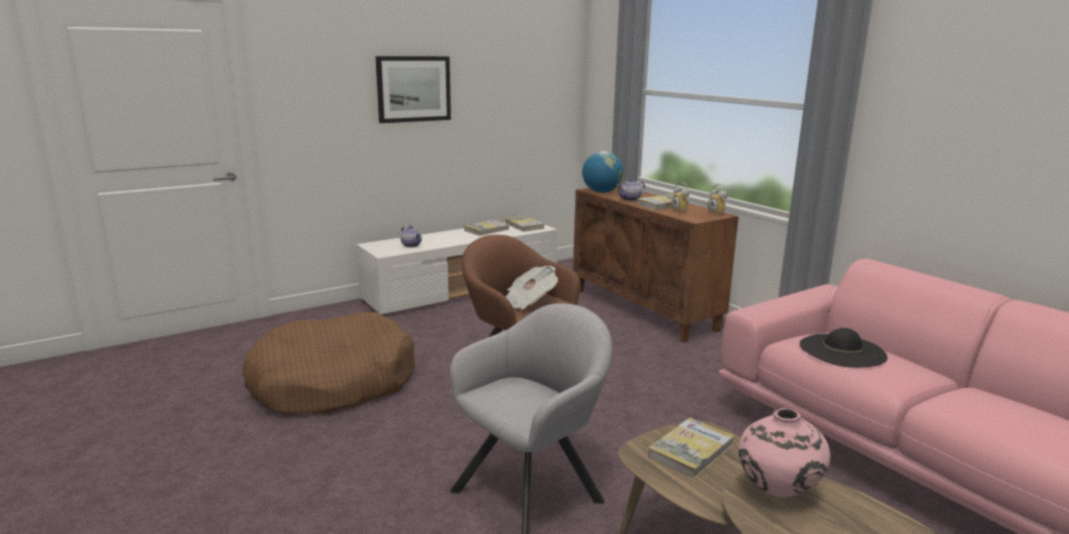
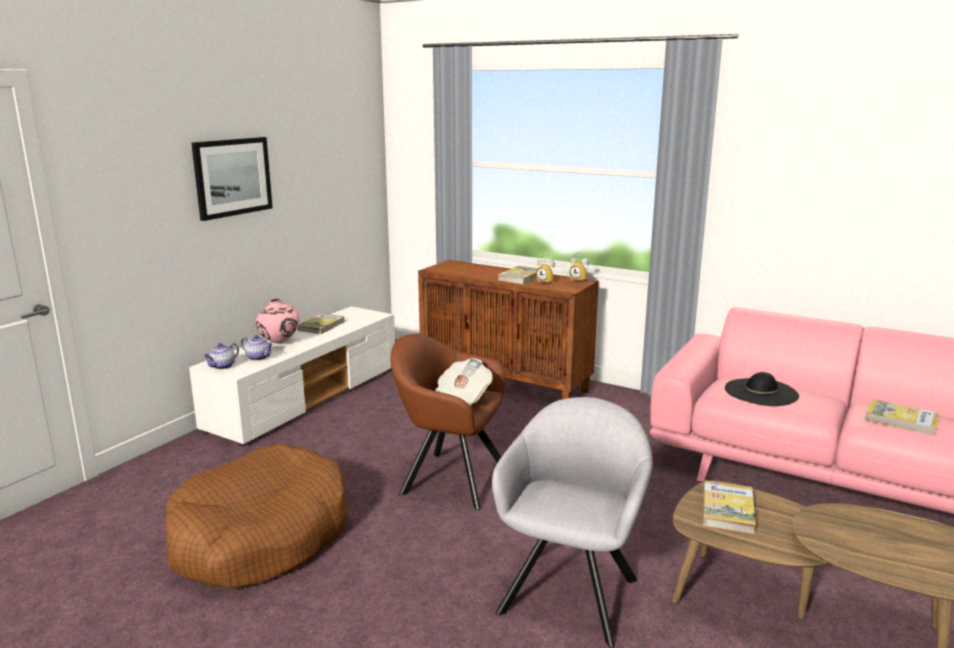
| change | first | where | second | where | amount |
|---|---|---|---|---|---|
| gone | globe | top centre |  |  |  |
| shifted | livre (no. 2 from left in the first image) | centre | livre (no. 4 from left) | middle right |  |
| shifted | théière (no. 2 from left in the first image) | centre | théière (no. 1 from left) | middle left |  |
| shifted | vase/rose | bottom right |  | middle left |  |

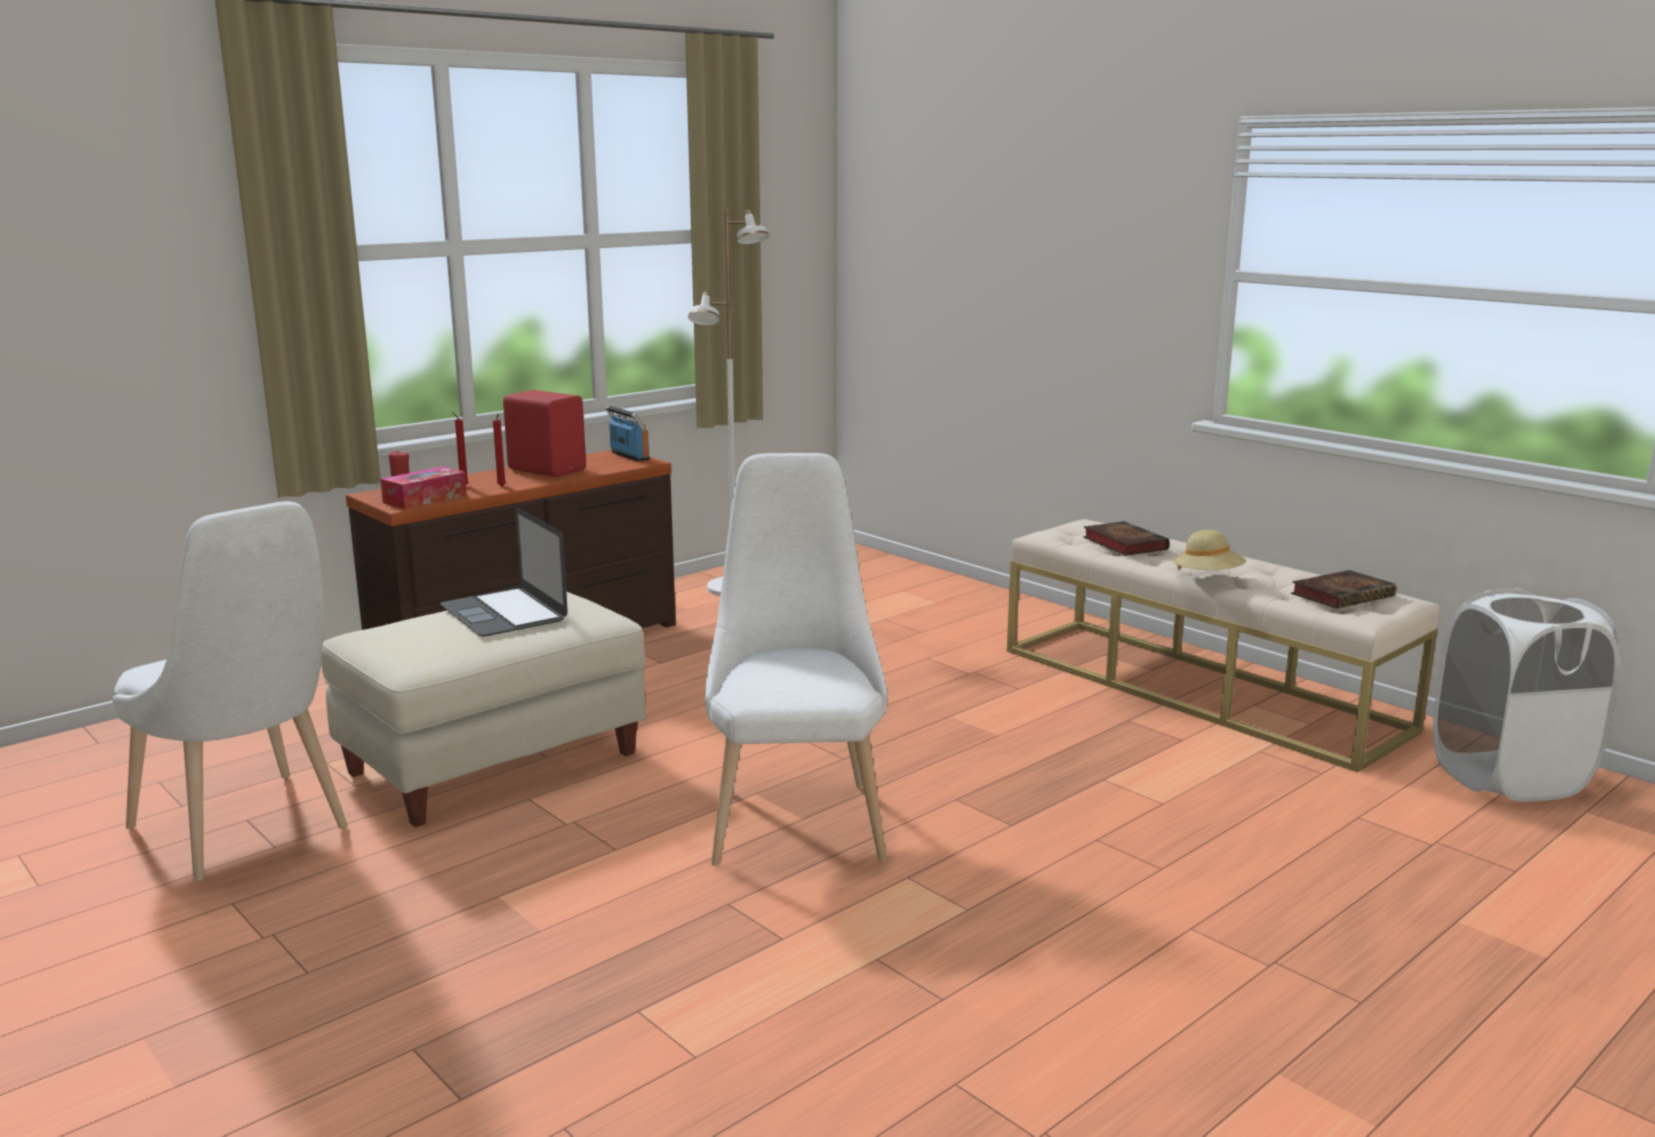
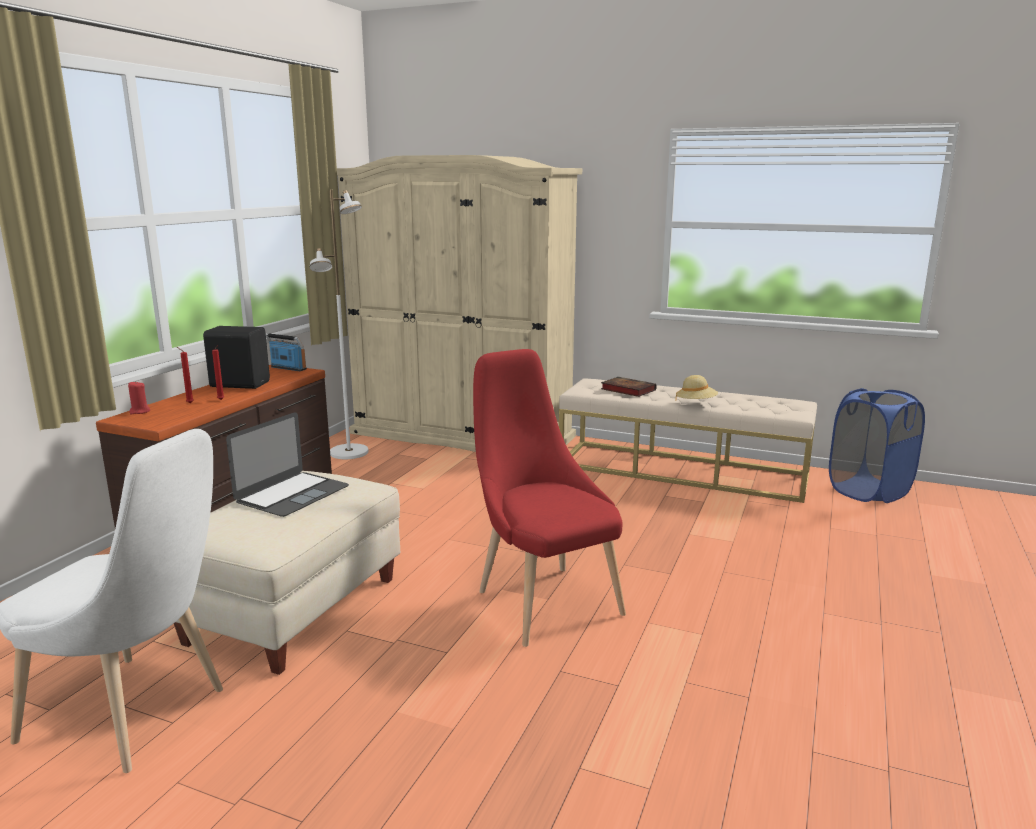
| change | first | where | second | where | amount |
|---|---|---|---|---|---|
| gone | boîte à mouchoirs | middle left |  |  |  |
| gone | livre (no. 2 from left) | middle right |  |  |  |
| new |  |  | armoire/beige | centre |  |
| repainted | enceinte/rouge | middle left | enceinte/noir | middle left |  |
| repainted | chaise/blanc (no. 2 from left) | centre | chaise/rouge | centre |  |
| repainted | panier à linge/blanc | middle right | panier à linge/bleu | middle right |  |
| rotated | ordinateur portable | middle left |  | middle left | 90 degrees counterclockwise |

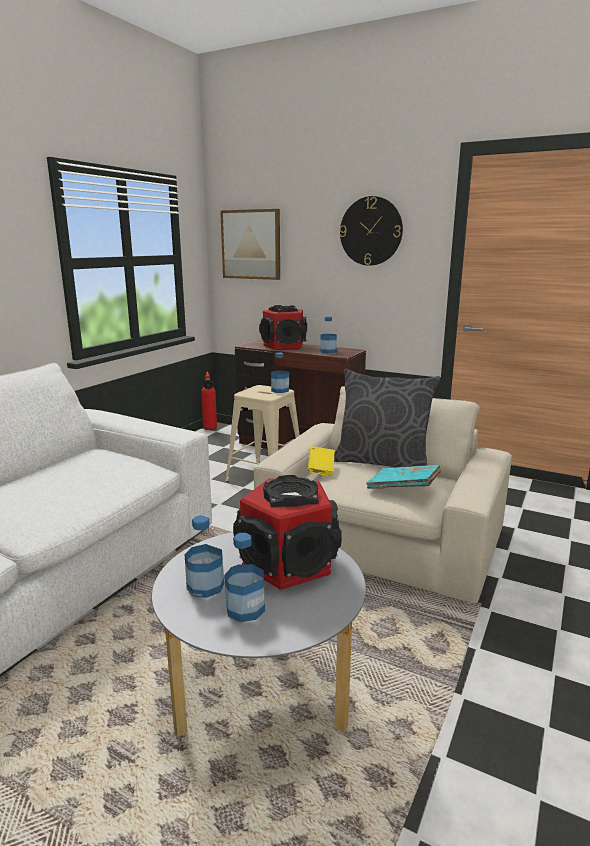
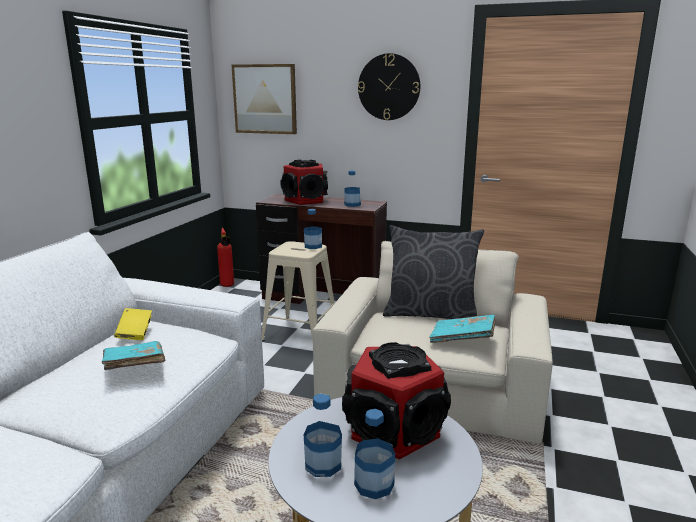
| change | first | where | second | where | amount |
|---|---|---|---|---|---|
| new |  |  | livre/turquoise (no. 1 from left) | bottom left |  |
| shifted | livre/jaune | centre |  | middle left |  |

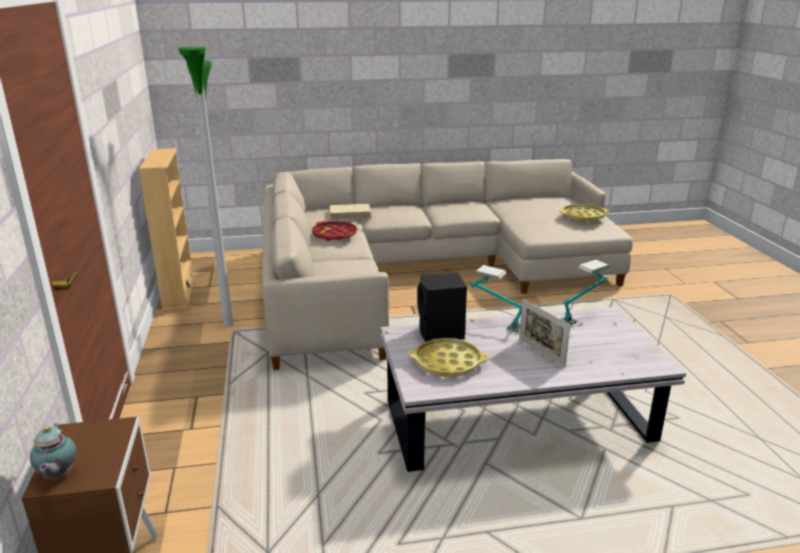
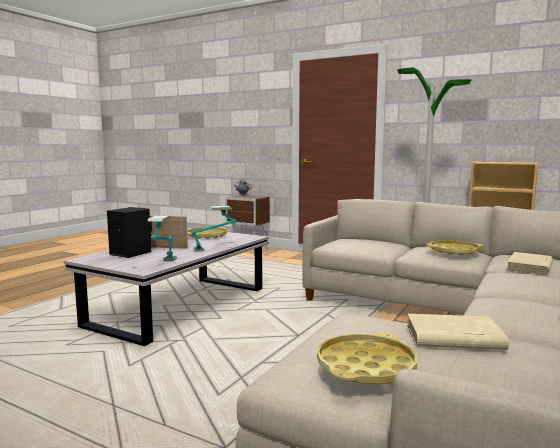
| change | first | where | second | where | amount |
|---|---|---|---|---|---|
| new |  |  | livre/beige (no. 1 from left) | bottom right |  |
| shifted | enceinte/noir | centre |  | middle left |  |
| repainted | plateau/rouge | centre | plateau/jaune (no. 3 from left) | middle right |  |

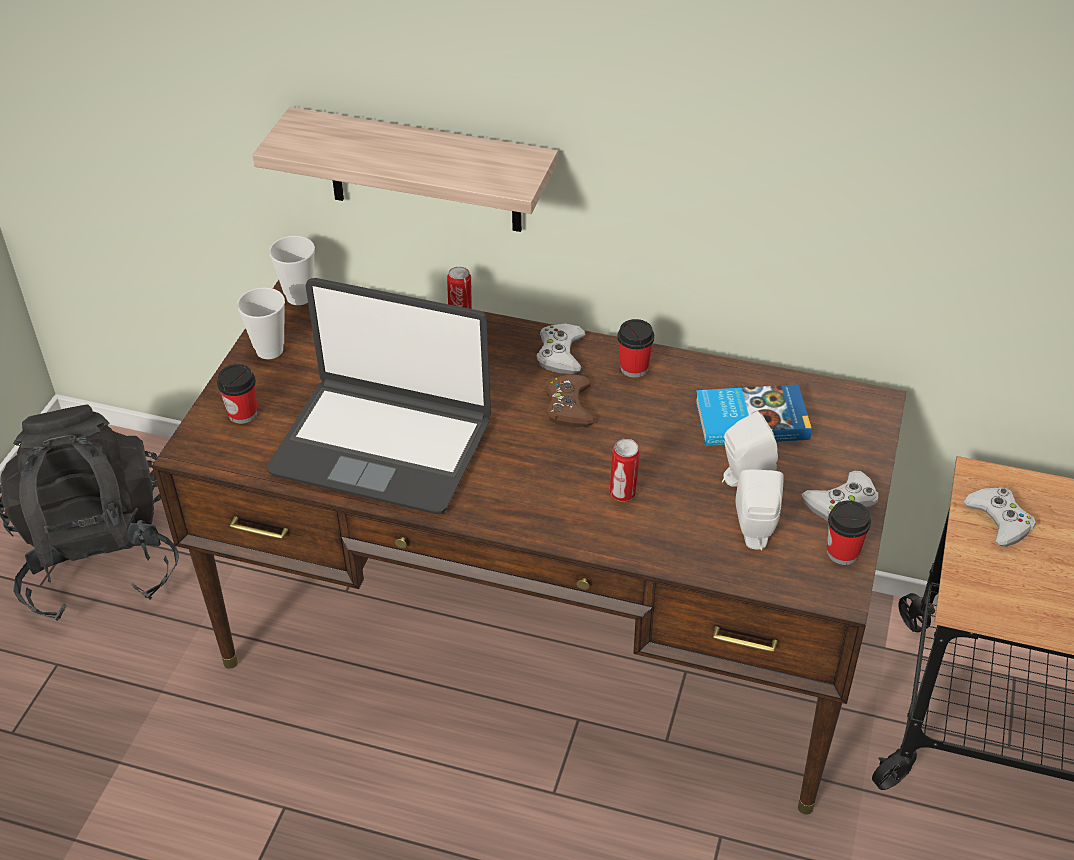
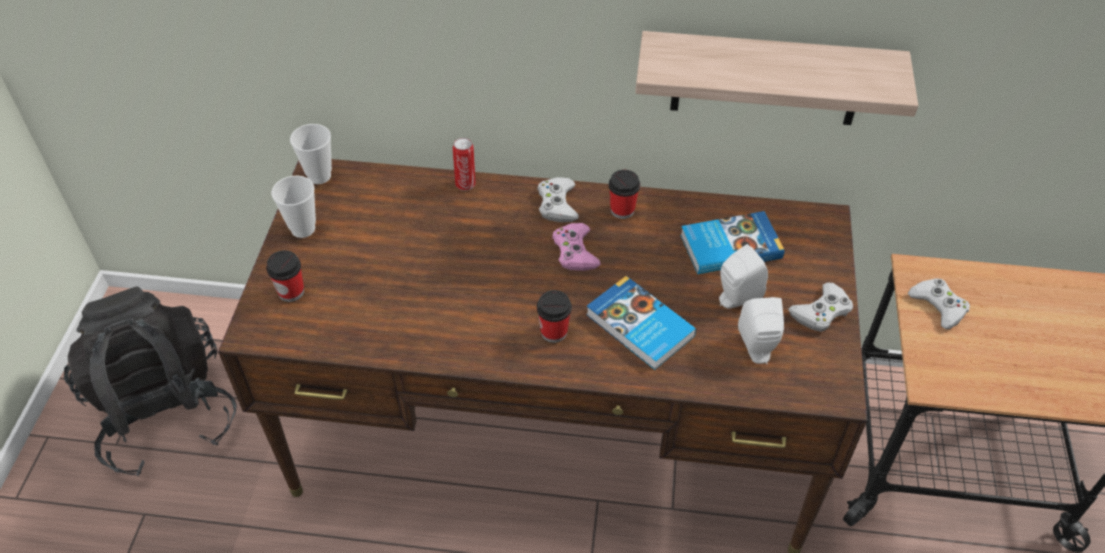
| change | first | where | second | where | amount |
|---|---|---|---|---|---|
| gone | ordinateur portable | centre |  |  |  |
| shifted | étagère | top centre |  | top right |  |
| shifted | tasse (no. 5 from left in the first image) | middle right | tasse (no. 4 from left) | centre |  |
| swapped | boîte métallique (no. 2 from left) | centre | livre (no. 1 from left) | centre |  |
| repainted | manette/marron | centre | manette/rose | centre |  |

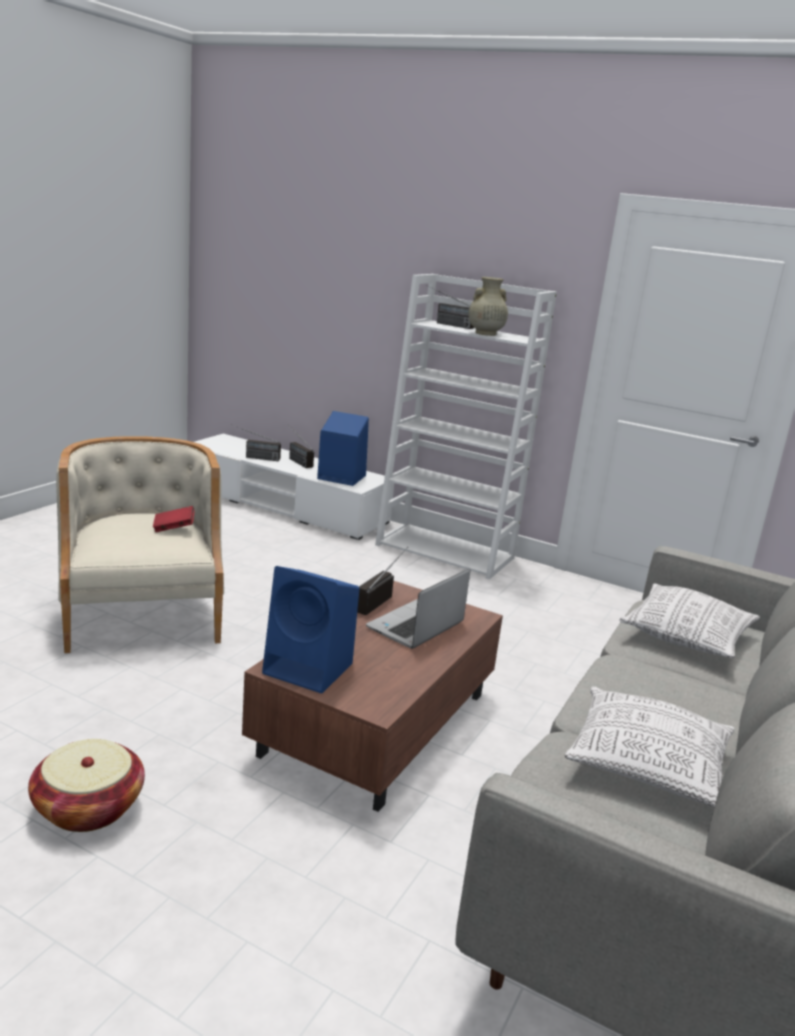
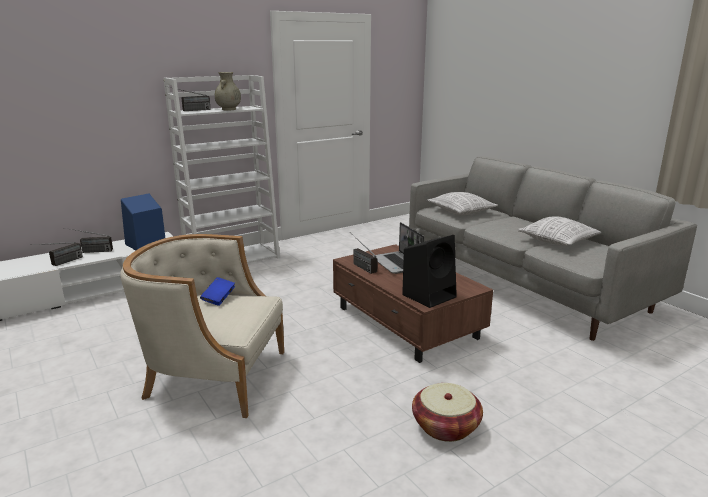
| change | first | where | second | where | amount |
|---|---|---|---|---|---|
| repainted | livre/rouge | middle left | livre/bleu | middle left |  |
| repainted | enceinte/bleu (no. 1 from left) | centre | enceinte/noir | centre |  |

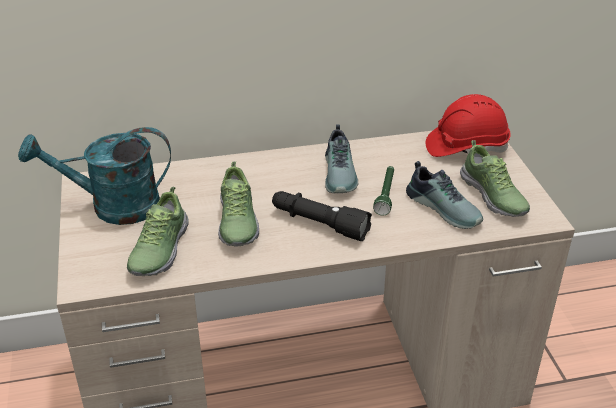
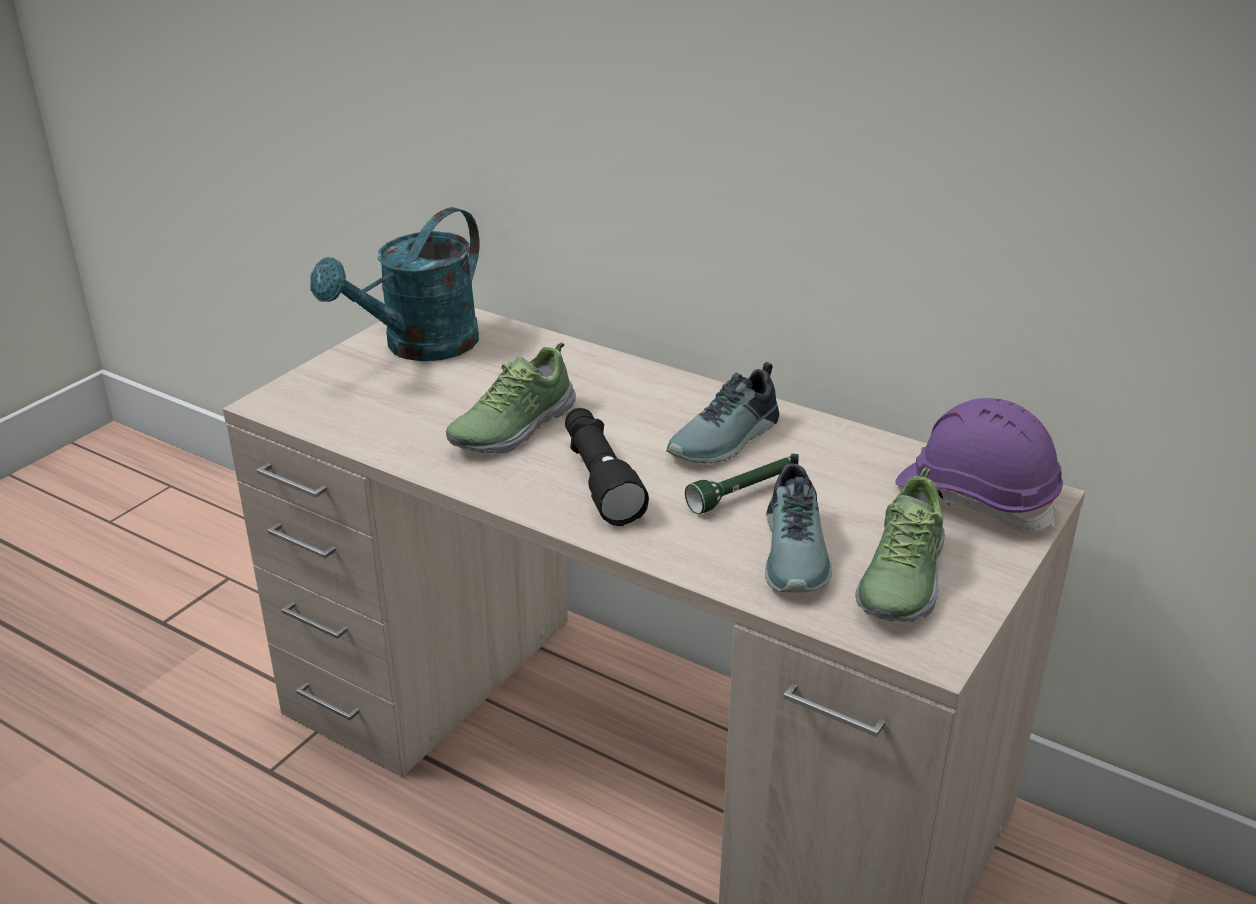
| change | first | where | second | where | amount |
|---|---|---|---|---|---|
| gone | chaussure (no. 1 from left) | middle left |  |  |  |
| repainted | casque de chantier/rouge | top right | casque de chantier/violet | middle right |  |
| rotated | arrosoir/turquoise | middle left |  | top left | 90 degrees counterclockwise |

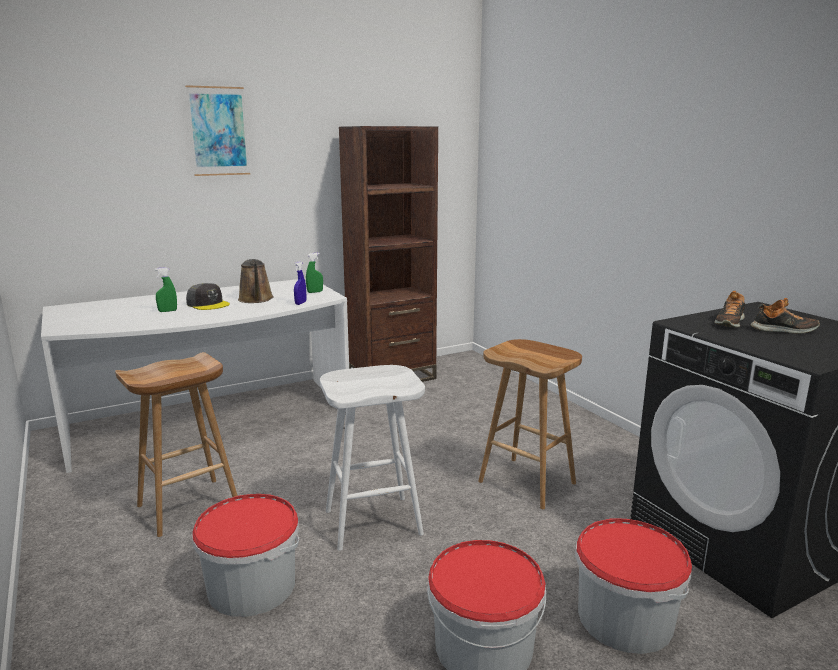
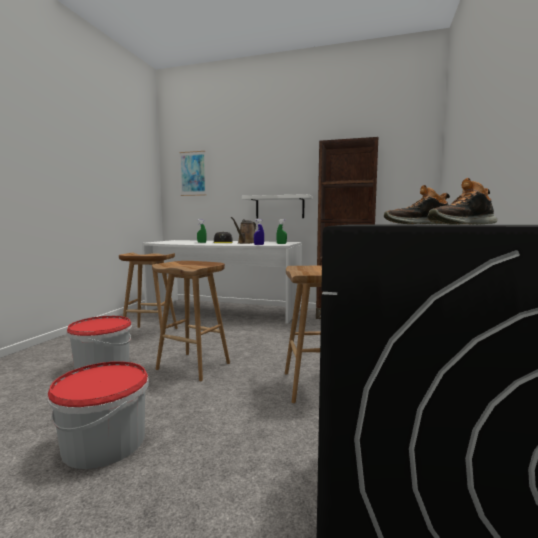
| change | first | where | second | where | amount |
|---|---|---|---|---|---|
| gone | seau (no. 3 from left) | bottom right |  |  |  |
| new |  |  | étagère/blanc | centre |  |
| shifted | tableau | top left |  | top centre |  |
| repainted | tabouret/blanc | bottom centre | tabouret/marron (no. 2 from left) | centre |  |
| rotated | chaussure (no. 2 from left) | middle right |  | middle right | 105 degrees clockwise |

